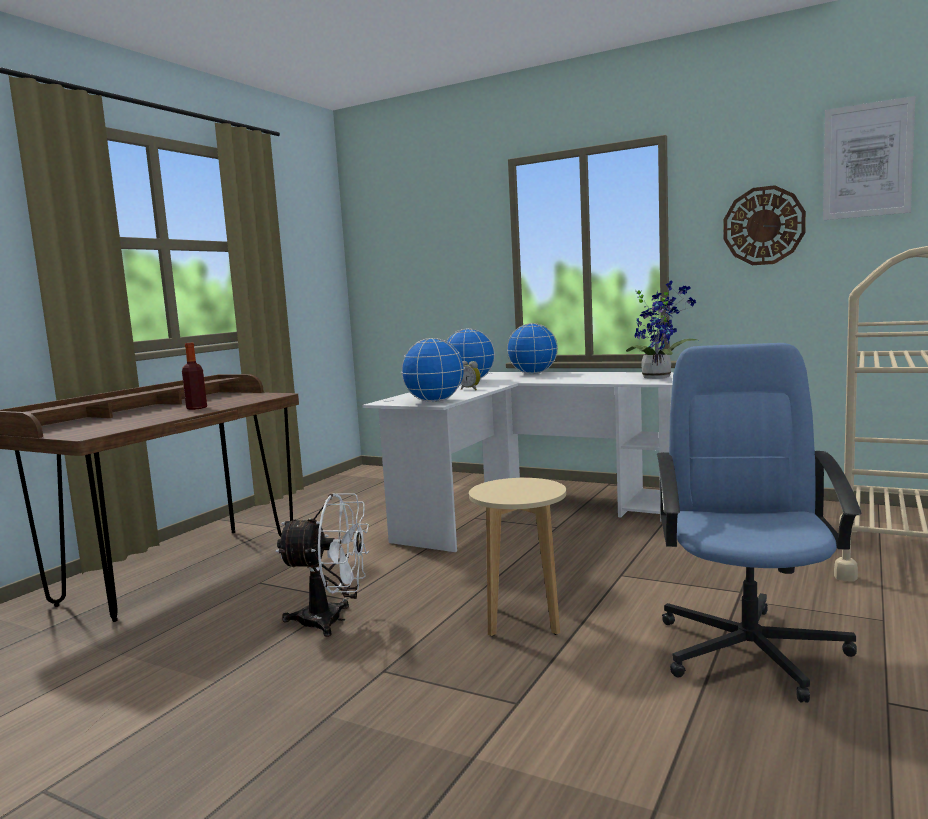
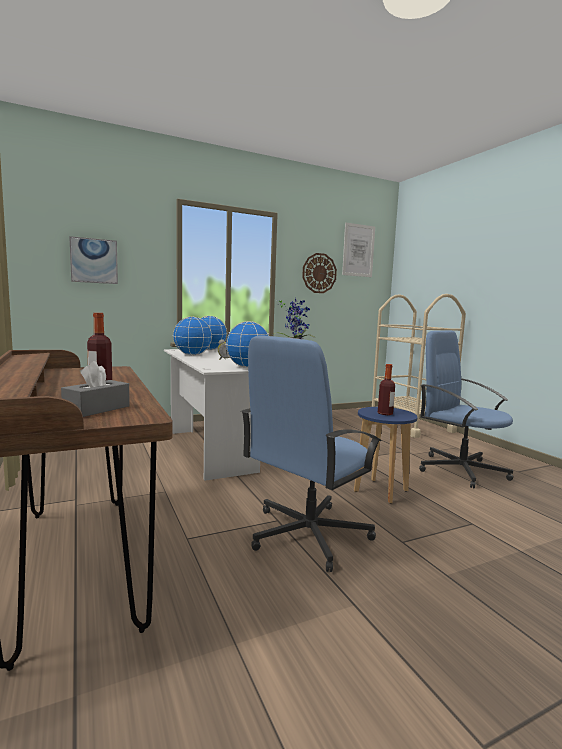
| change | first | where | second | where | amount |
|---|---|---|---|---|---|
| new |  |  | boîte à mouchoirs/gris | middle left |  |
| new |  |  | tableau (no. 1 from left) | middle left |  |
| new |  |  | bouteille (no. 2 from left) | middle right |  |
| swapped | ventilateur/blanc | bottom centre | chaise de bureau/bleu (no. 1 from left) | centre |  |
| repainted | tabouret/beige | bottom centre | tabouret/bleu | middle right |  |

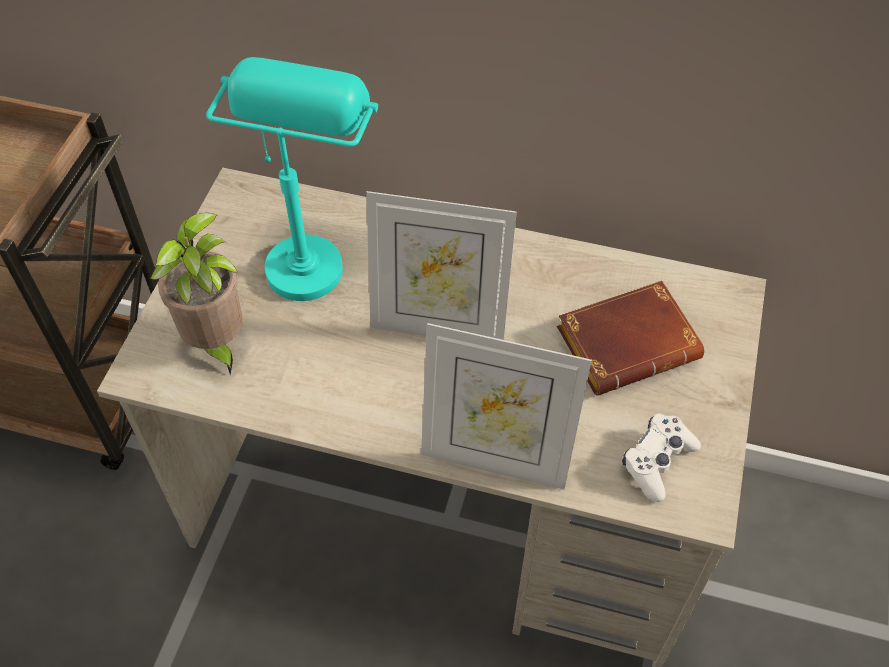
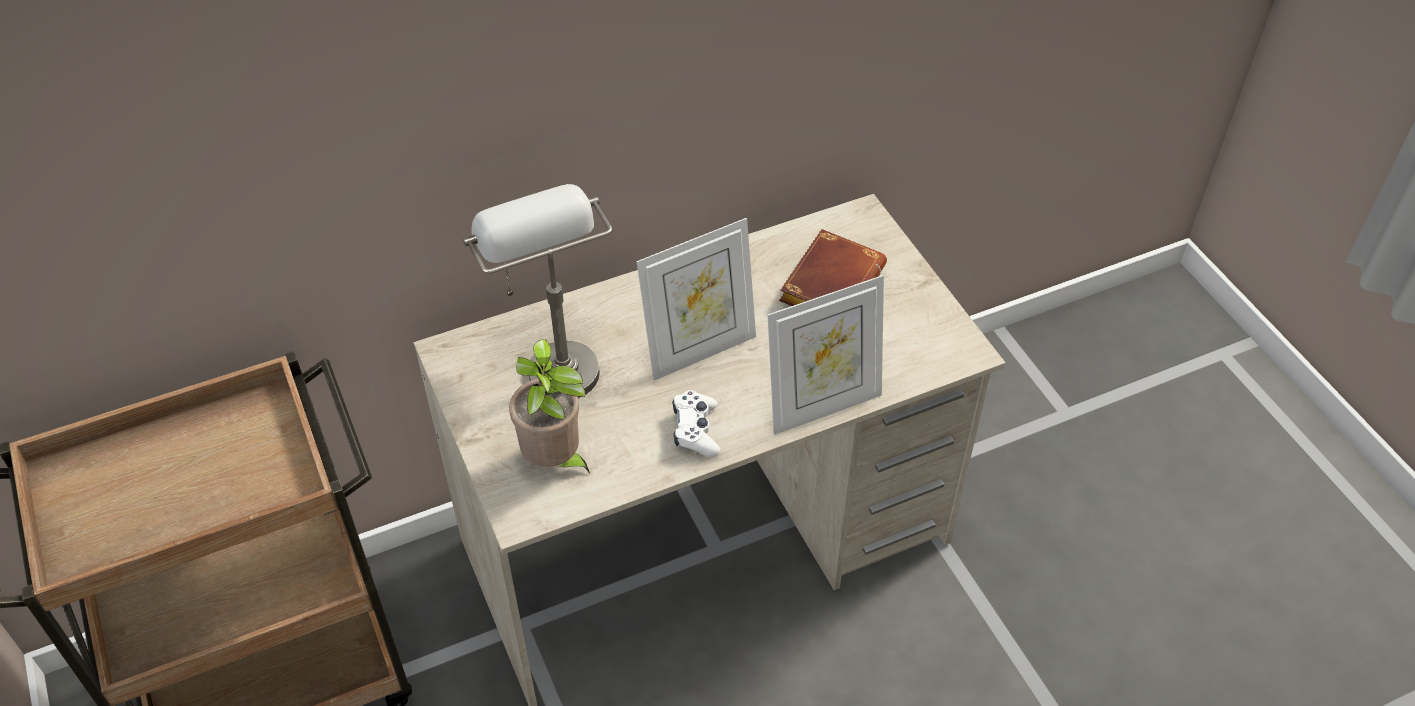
| change | first | where | second | where | amount |
|---|---|---|---|---|---|
| shifted | manette/blanc | bottom right |  | centre |  |
| repainted | lampe de table/turquoise | top left | lampe de table/gris | centre |  |

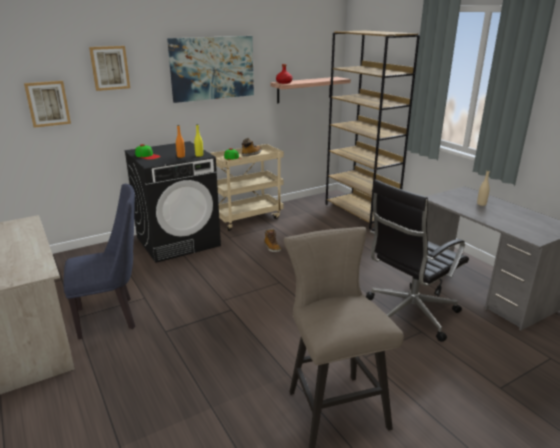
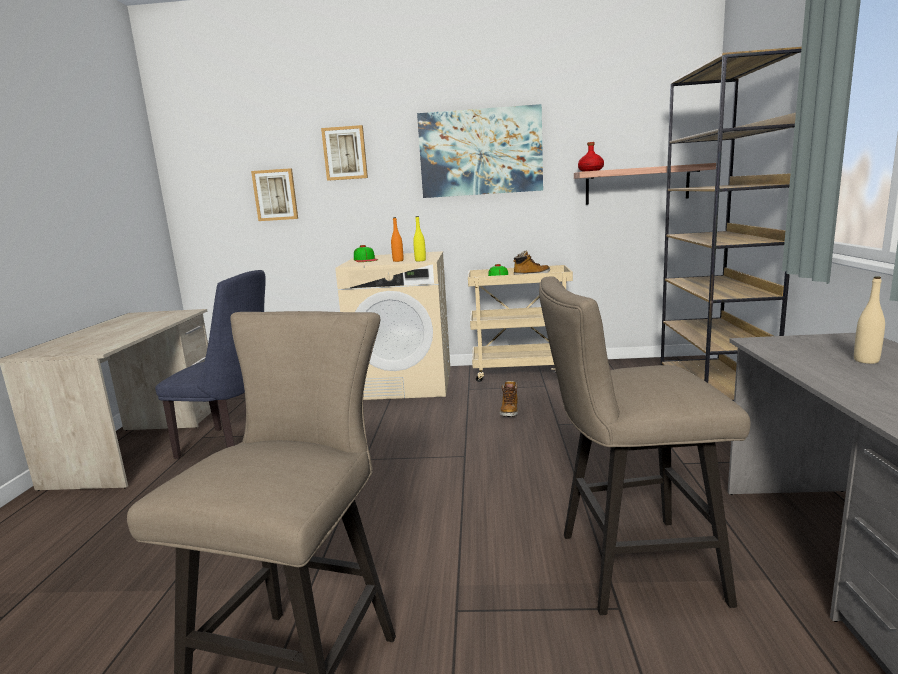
| change | first | where | second | where | amount |
|---|---|---|---|---|---|
| swapped | chaise de bureau/noir | middle right | tabouret/beige (no. 2 from left) | middle right |  |
| repainted | lave-linge/noir | middle left | lave-linge/beige | centre |  |

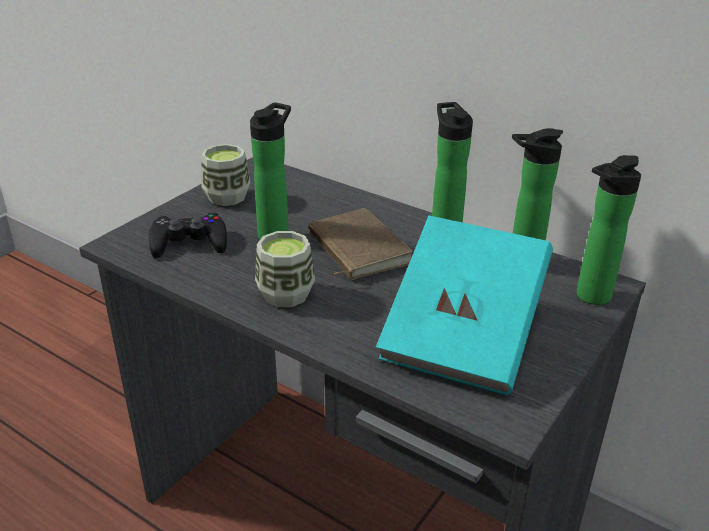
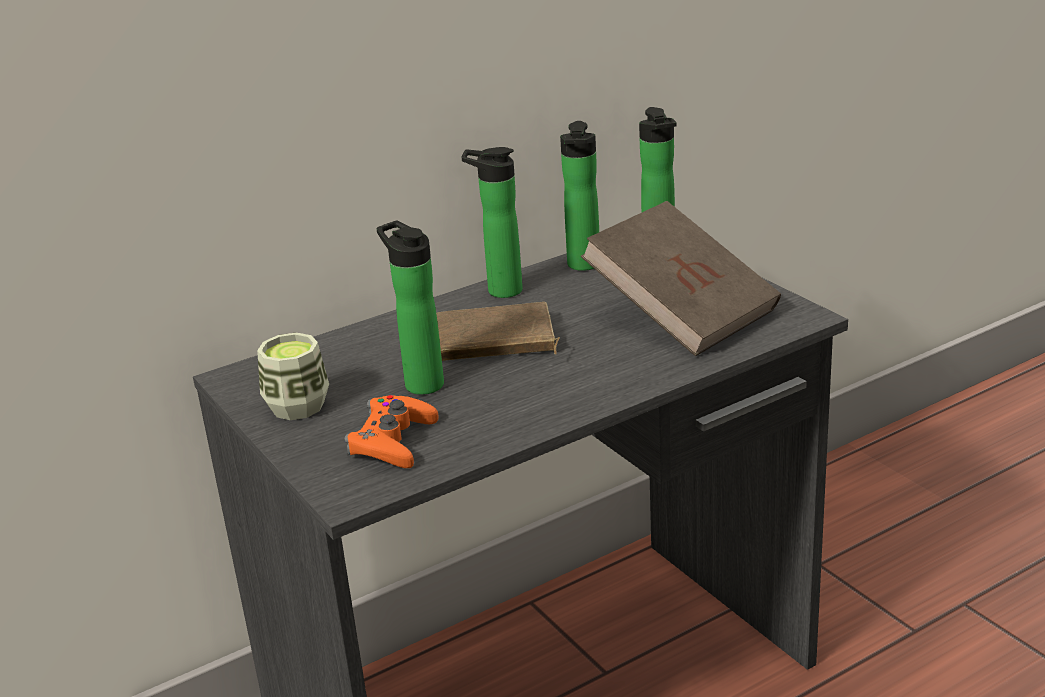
| change | first | where | second | where | amount |
|---|---|---|---|---|---|
| gone | tasse (no. 2 from left) | centre |  |  |  |
| repainted | manette/noir | middle left | manette/orange | centre |  |
| repainted | livre/turquoise | centre | livre/marron (no. 2 from left) | centre |  |

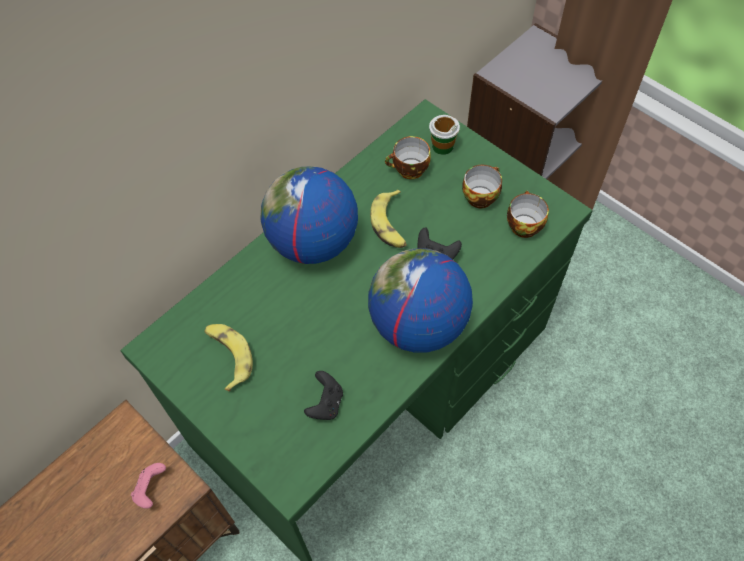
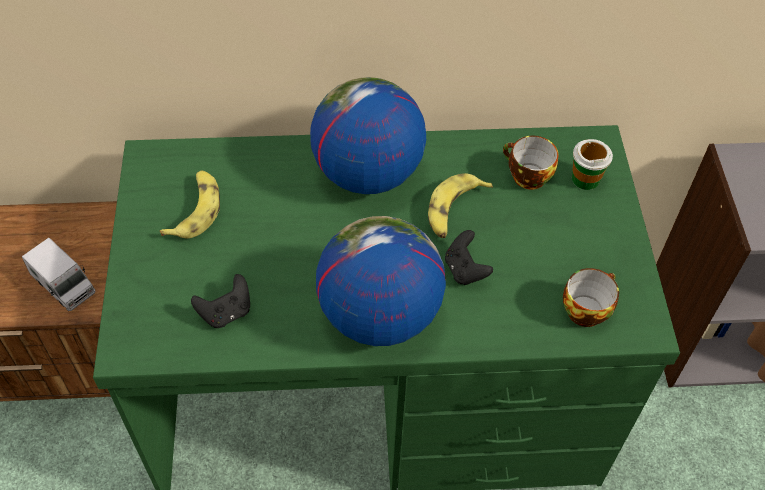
| change | first | where | second | where | amount |
|---|---|---|---|---|---|
| gone | tasse (no. 3 from left) | top centre |  |  |  |
| swapped | manette/rose | bottom left | camion jouet | middle left |  |

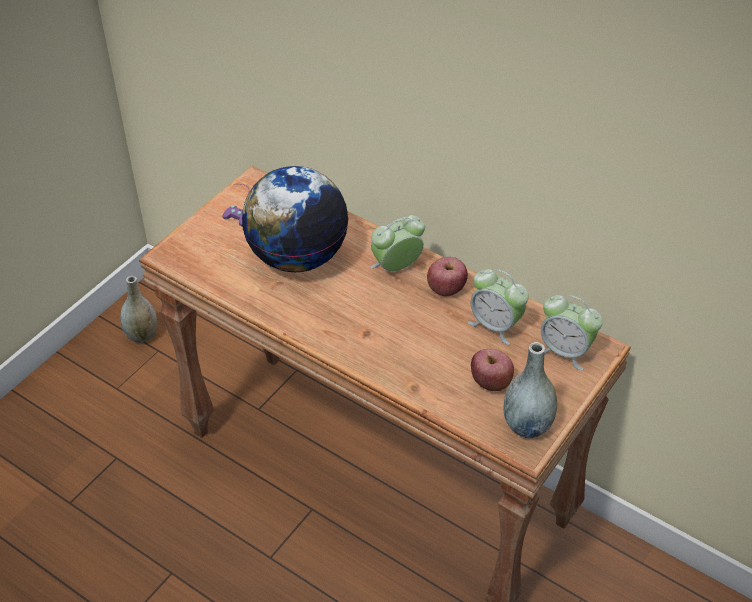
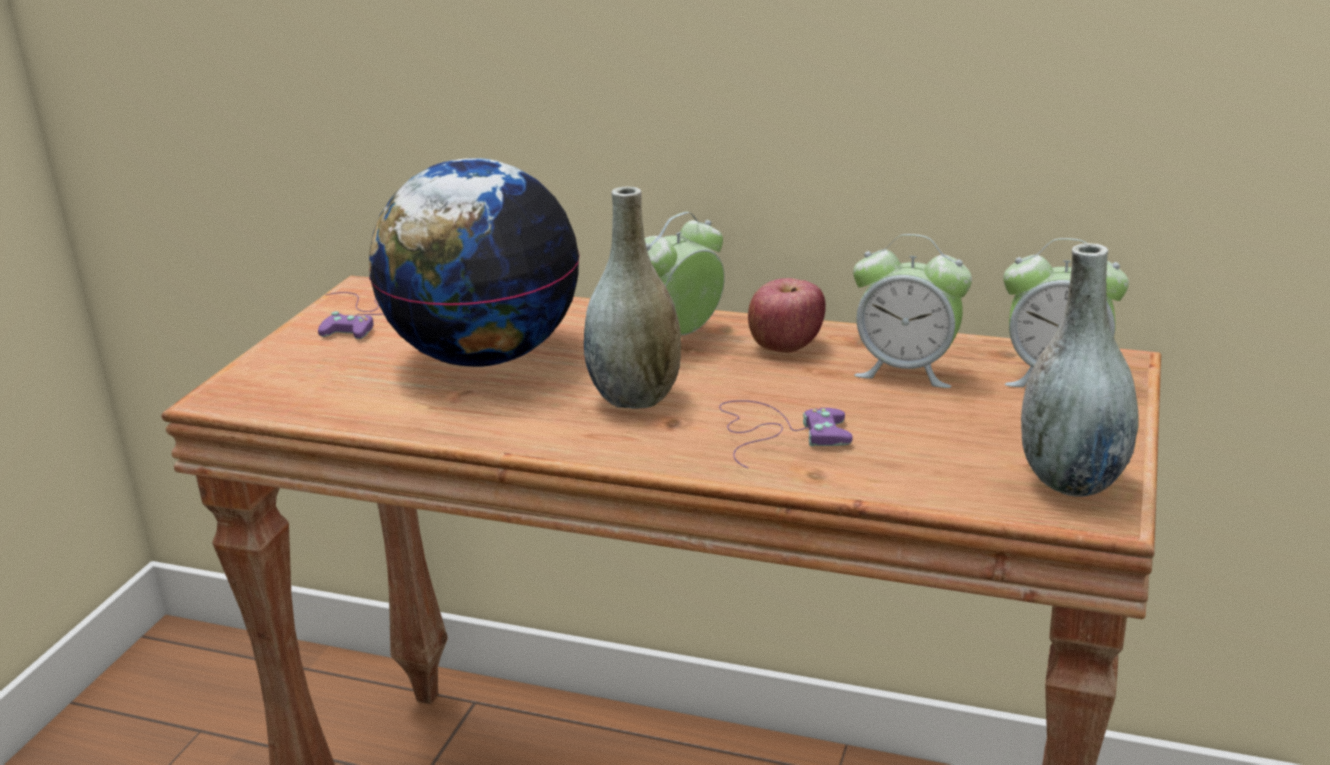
| change | first | where | second | where | amount |
|---|---|---|---|---|---|
| gone | pomme (no. 2 from left) | centre |  |  |  |
| new |  |  | manette/violet (no. 2 from left) | centre |  |
| shifted | vase/gris (no. 1 from left) | middle left |  | centre |  |

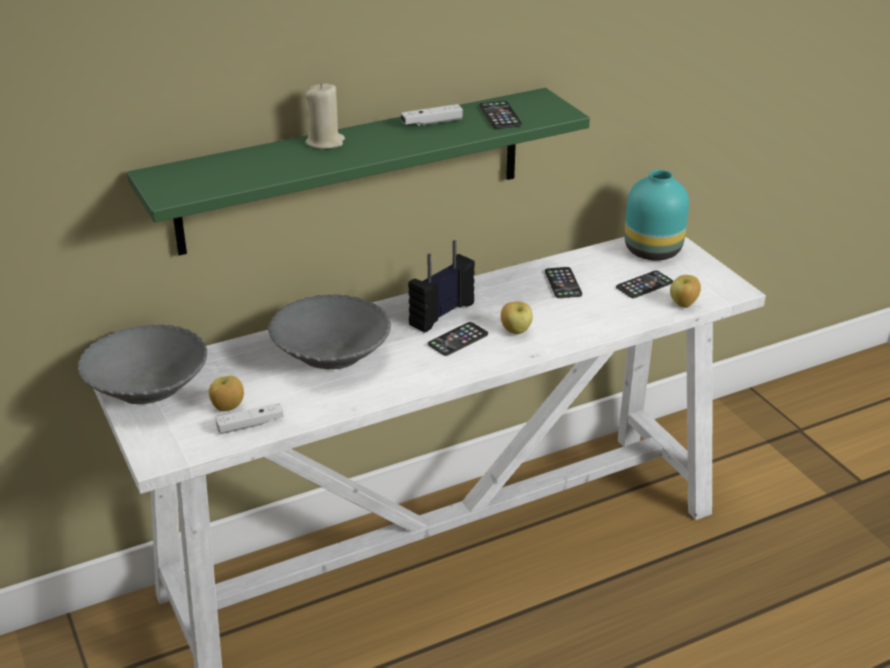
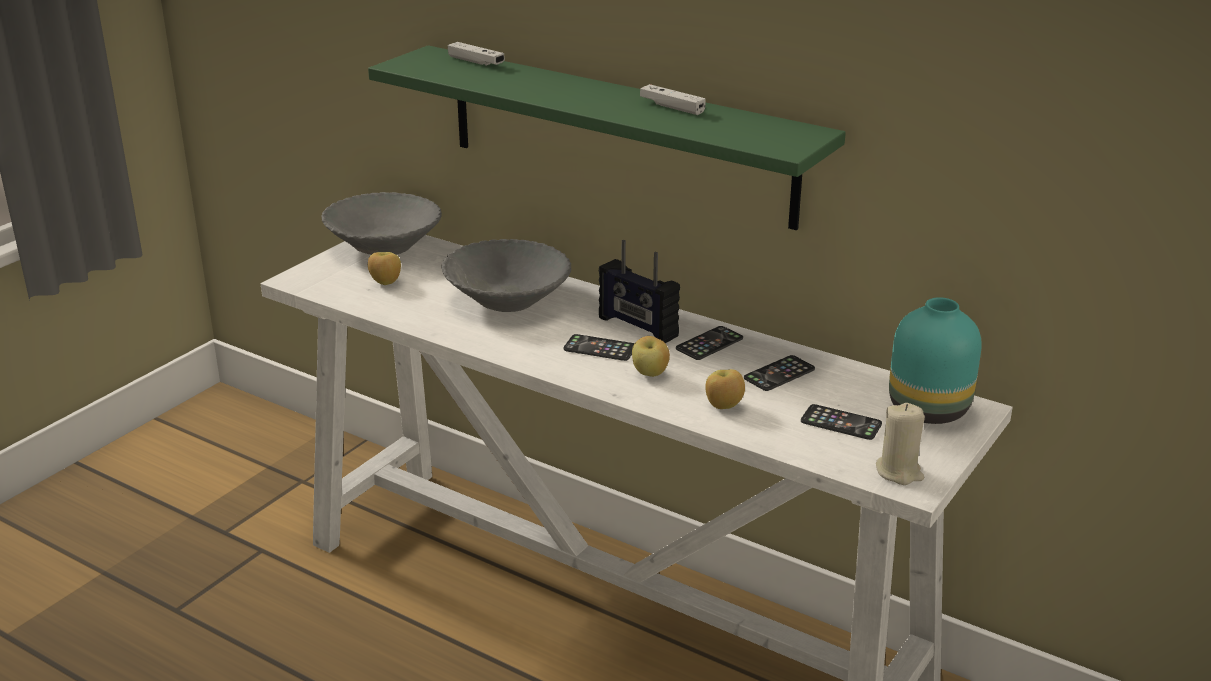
| change | first | where | second | where | amount |
|---|---|---|---|---|---|
| shifted | manette/blanc (no. 1 from left) | middle left |  | top centre |  |
| shifted | bougie/beige | top centre |  | middle right |  |
| shifted | téléphone (no. 2 from left) | top centre |  | centre |  |
| shifted | pomme (no. 3 from left) | middle right |  | centre |  |
| rotated | radio | centre |  | centre | 150 degrees counterclockwise |

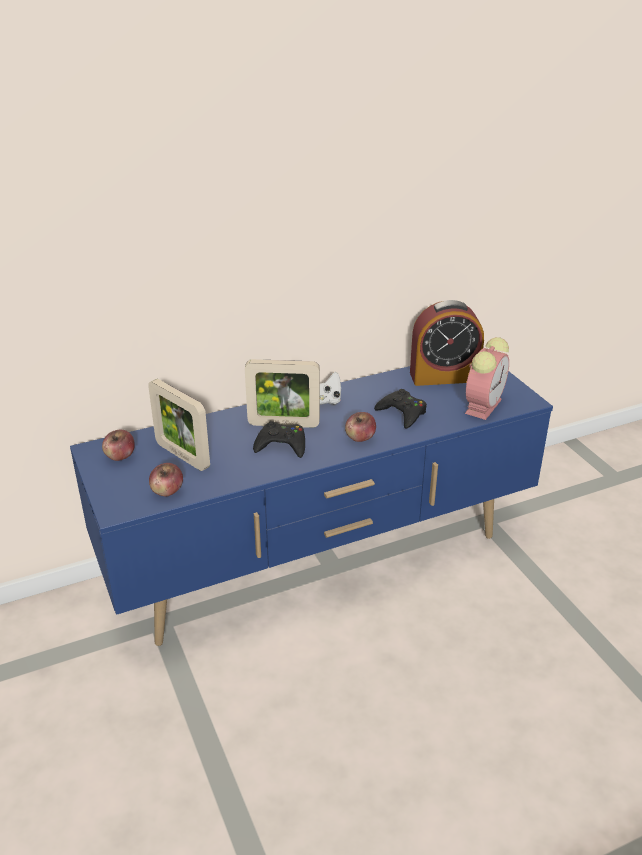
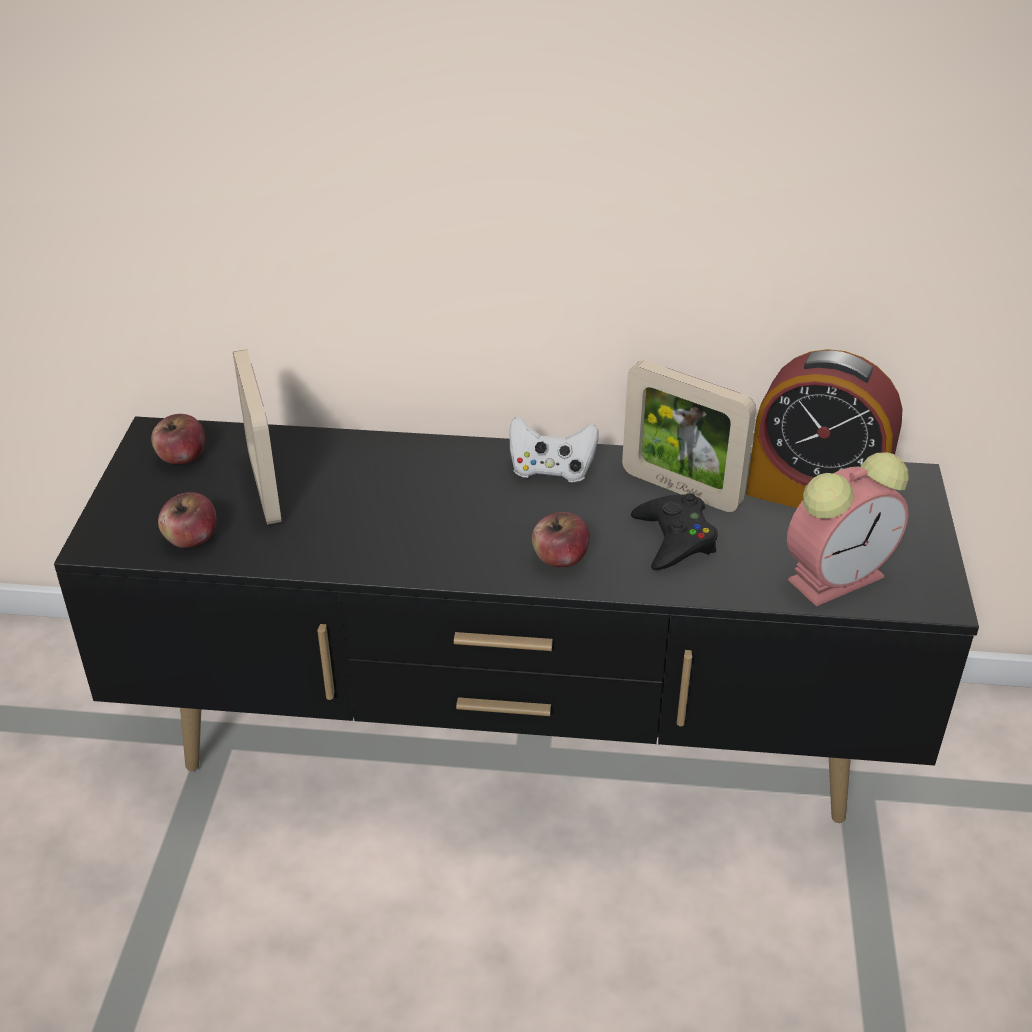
| change | first | where | second | where | amount |
|---|---|---|---|---|---|
| gone | manette/noir (no. 1 from left) | centre |  |  |  |
| shifted | cadre photo (no. 2 from left) | centre |  | middle right |  |
| repainted | meuble télé/bleu | centre | meuble télé/noir | centre |  |

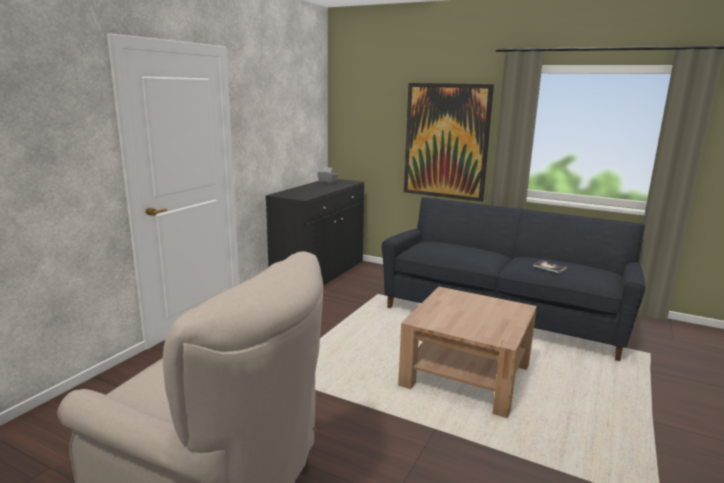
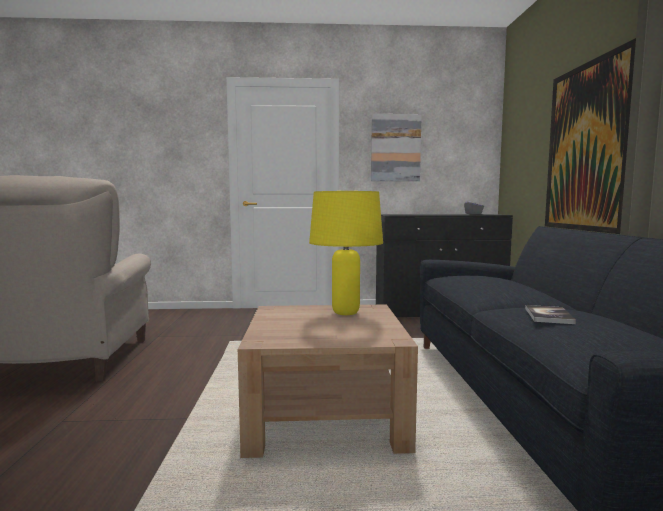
| change | first | where | second | where | amount |
|---|---|---|---|---|---|
| new |  |  | lampe de table/jaune | centre |  |
| new |  |  | tableau (no. 1 from left) | top centre |  |

